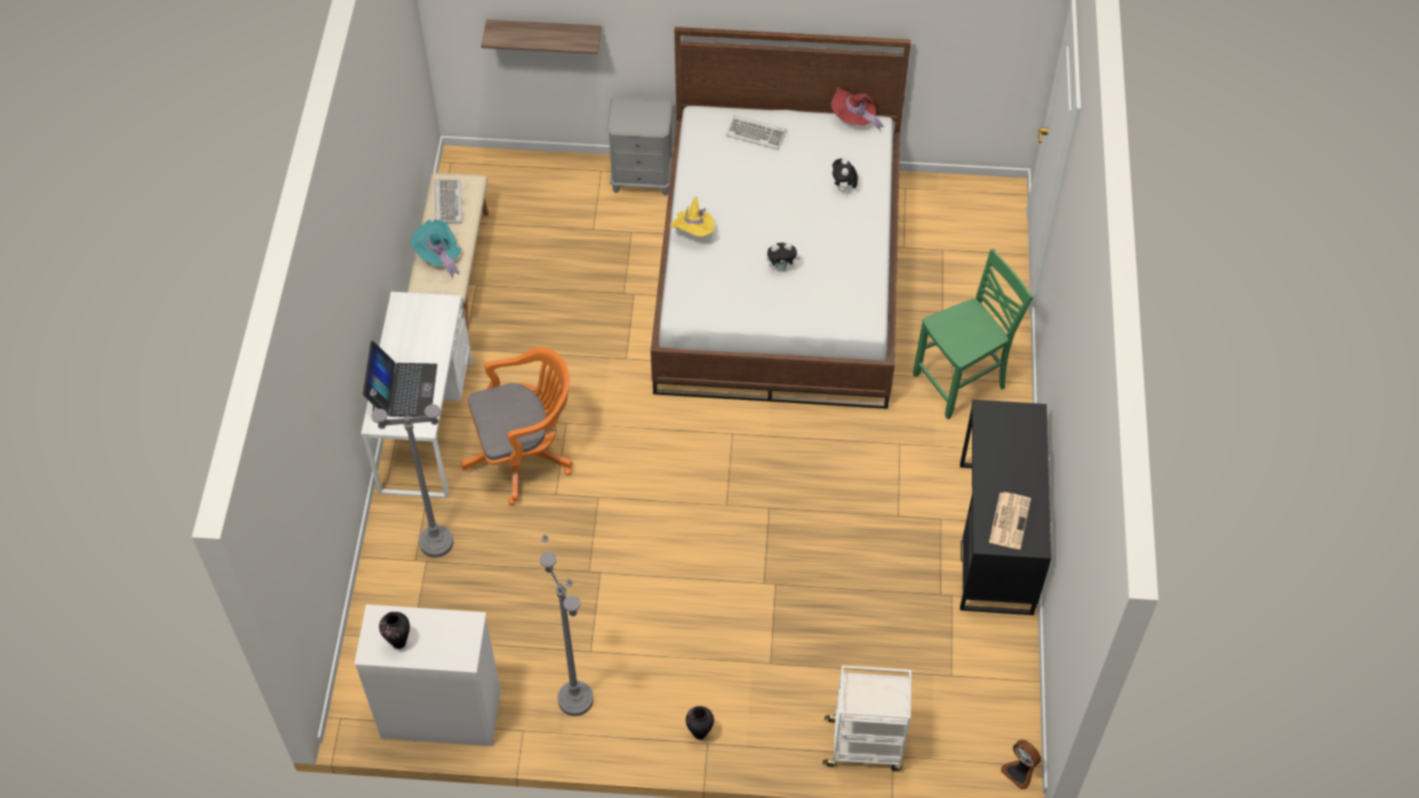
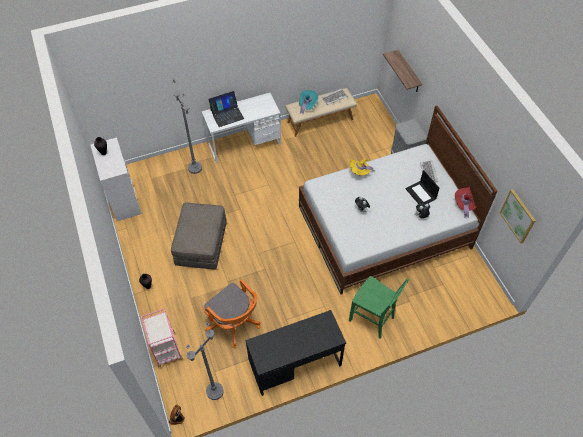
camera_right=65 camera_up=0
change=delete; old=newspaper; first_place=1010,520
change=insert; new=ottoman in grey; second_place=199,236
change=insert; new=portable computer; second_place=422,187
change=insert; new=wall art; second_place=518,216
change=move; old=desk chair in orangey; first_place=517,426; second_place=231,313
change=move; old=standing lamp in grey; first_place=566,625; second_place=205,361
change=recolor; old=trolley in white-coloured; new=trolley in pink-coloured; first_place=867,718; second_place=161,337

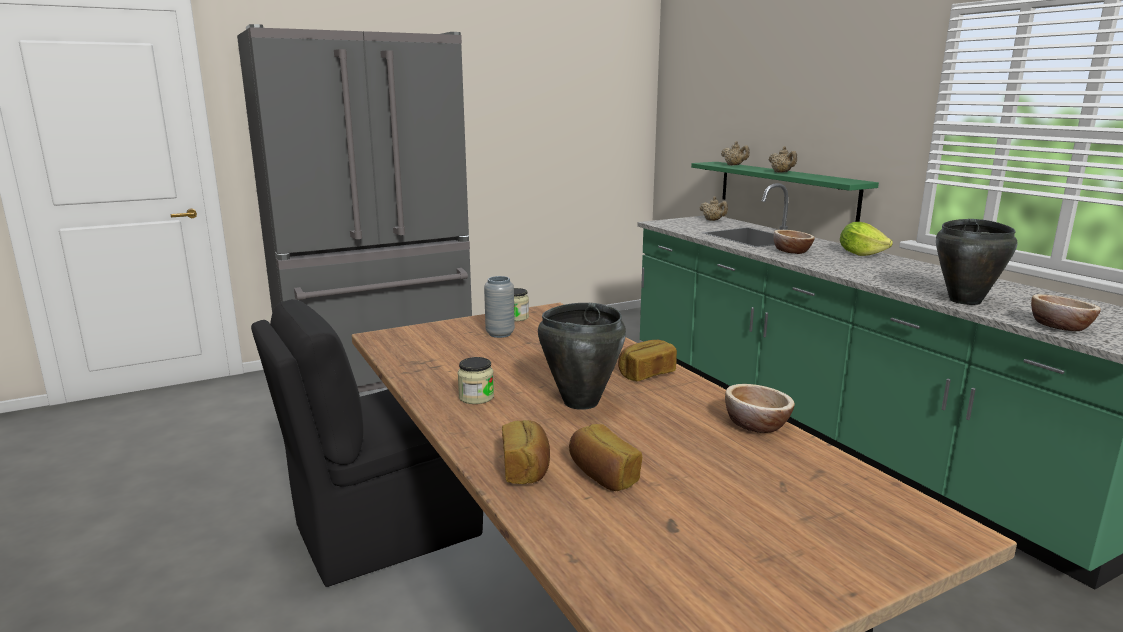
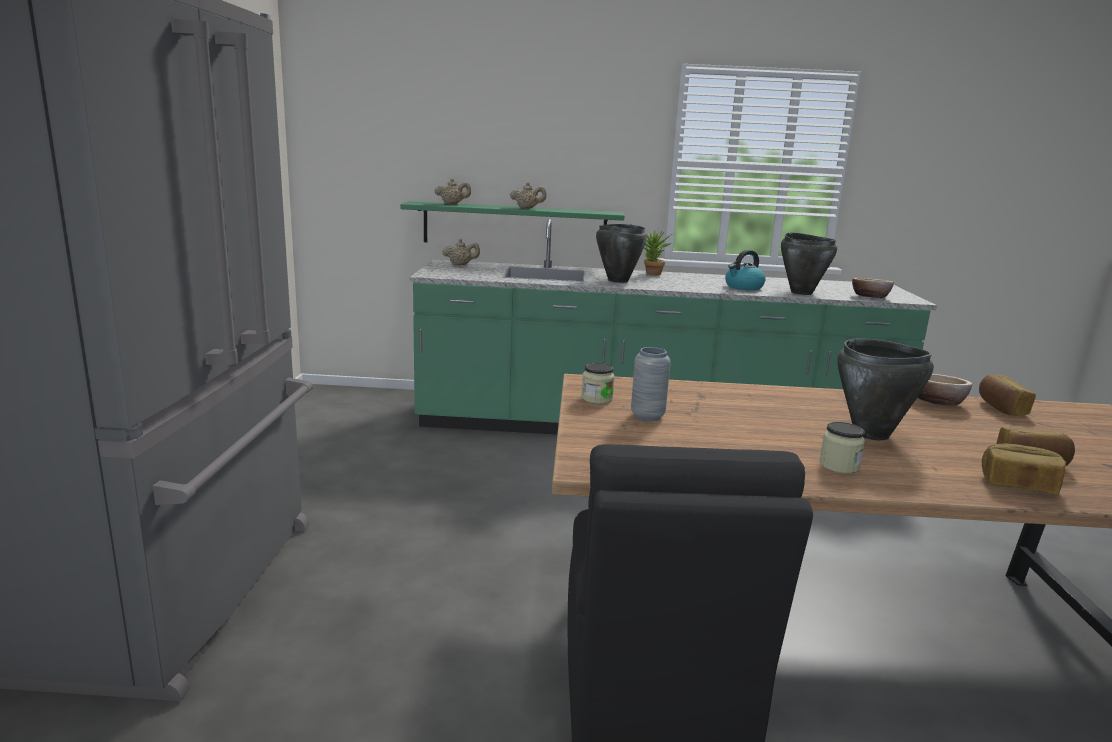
camera_right=-60 camera_up=0
change=insert; new=water kettle; second_place=745,270
change=move; old=bread; first_place=647,360; second_place=1007,395
change=replace; old=bowl; new=stockpot in blackish; first_place=794,242; second_place=621,253
change=replace; old=lettuce head; new=potted plant; first_place=866,239; second_place=658,252

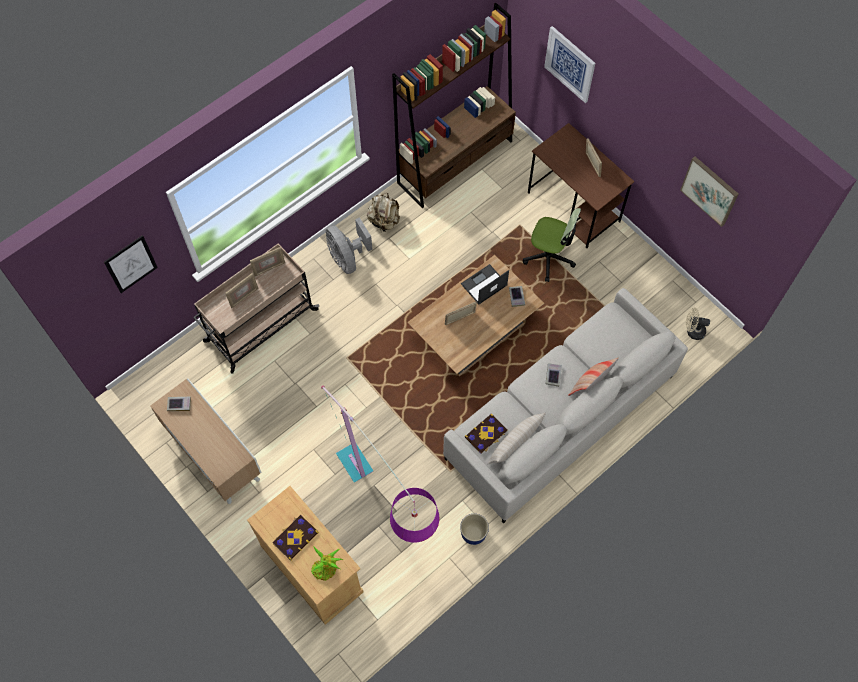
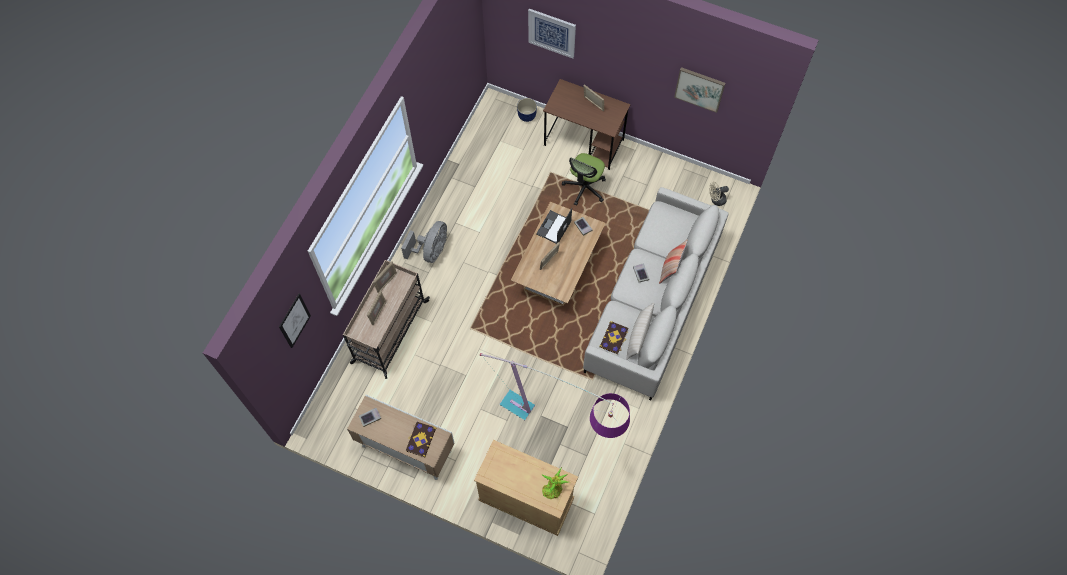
camera_right=-25 camera_up=0
change=delete; old=rucksack in beige-coloured; first_place=383,212
change=delete; old=bookcase in brown-coloured; first_place=454,105
change=move; old=bound book; first_place=296,538; second_place=421,439
change=move; old=plant pot; first_place=474,529; second_place=527,110
change=rotate; old=cooling fan in grey; first_place=349,245; second_place=424,242; degrees=-105
change=rotate; old=desk chair; first_place=552,245; second_place=584,179; degrees=120

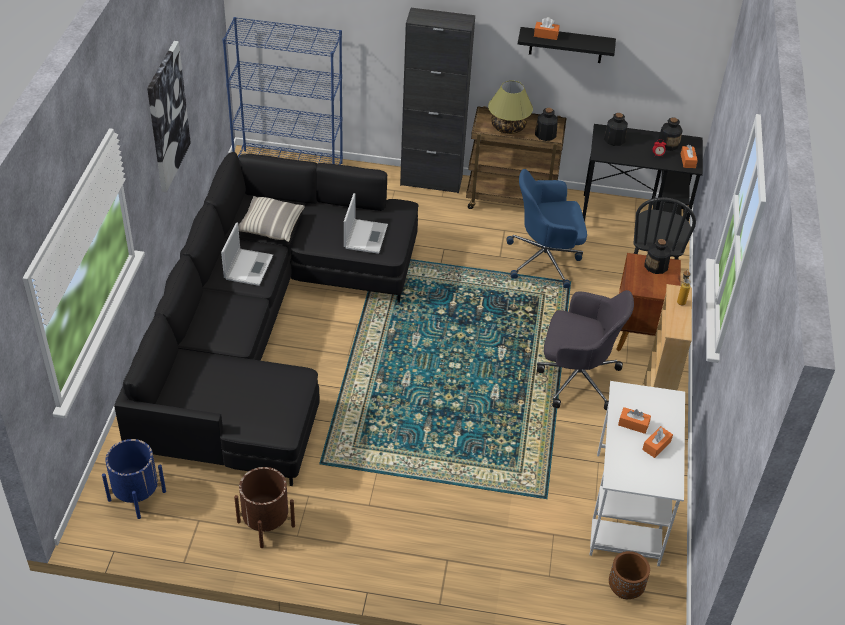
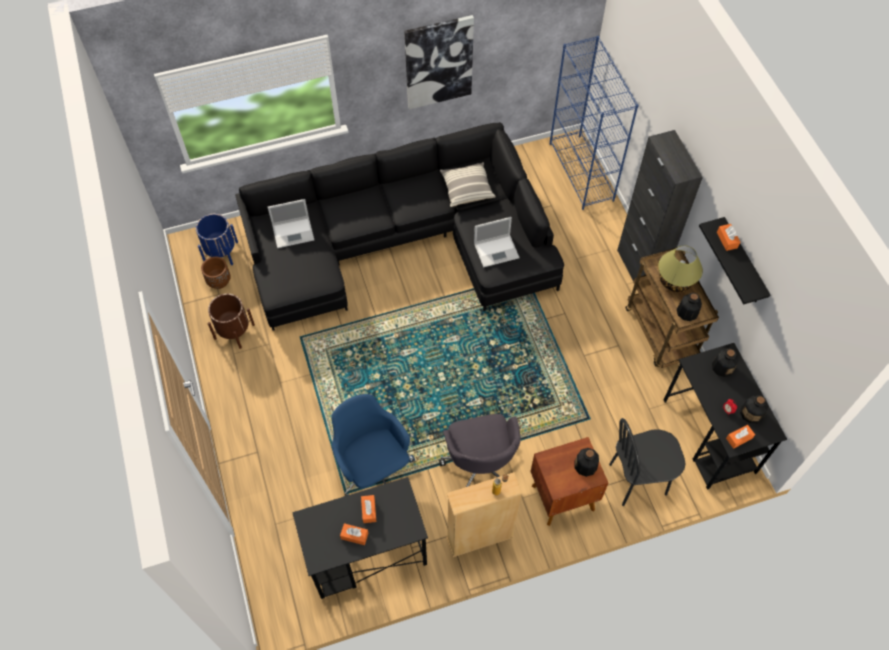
camera_right=65 camera_up=15
change=move; old=portable computer; first_place=247,254; second_place=291,223
change=move; old=desk chair in bluish; first_place=546,228; second_place=373,445
change=move; old=plant pot in brown-coloured; first_place=629,575; second_place=216,273
change=recolor; old=desk table in white-coloured; new=desk table in blackish; first_place=637,473; second_place=360,538

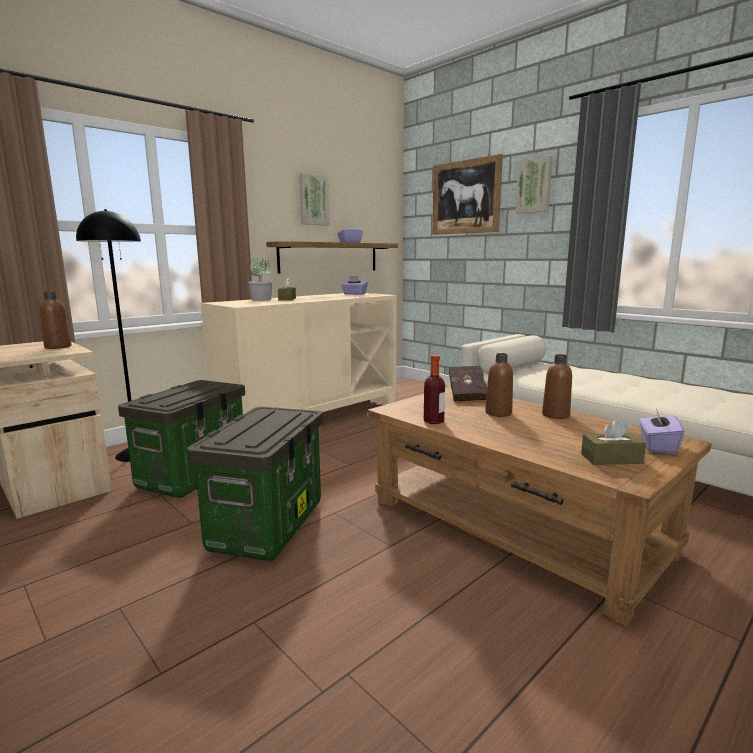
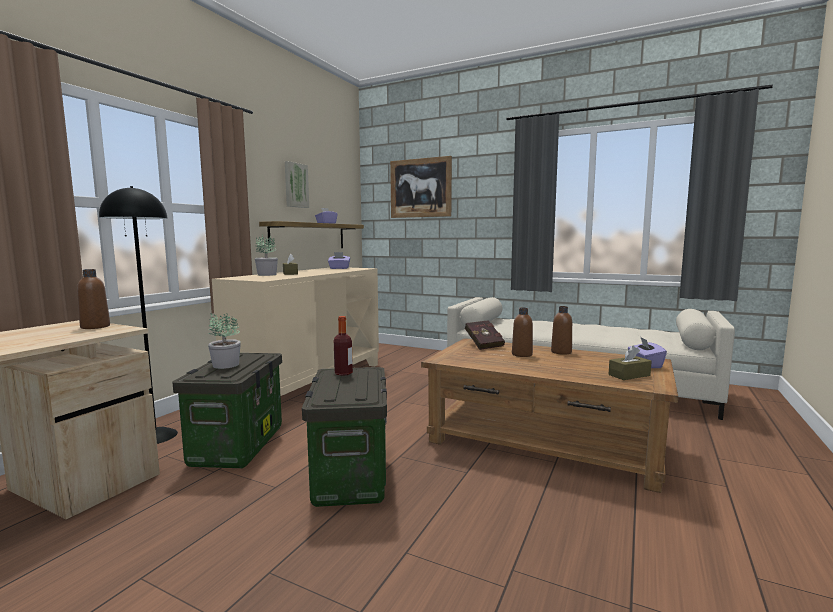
camera_right=-20 camera_up=-5
change=delete; old=wall art; first_place=534,185
change=insert; new=potted plant; second_place=224,341
change=move; old=bottle; first_place=434,389; second_place=343,346

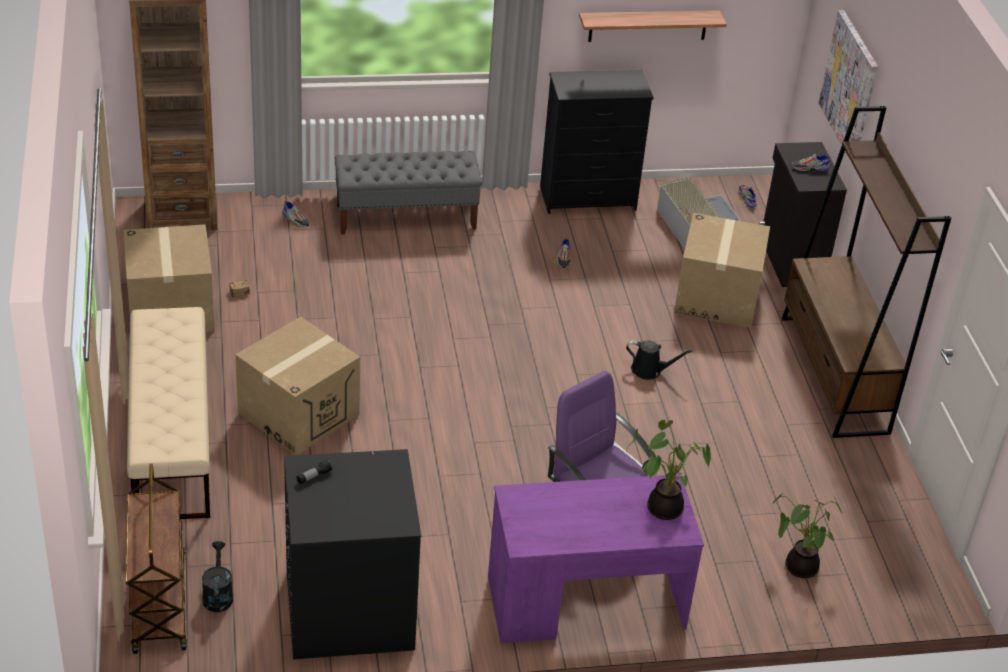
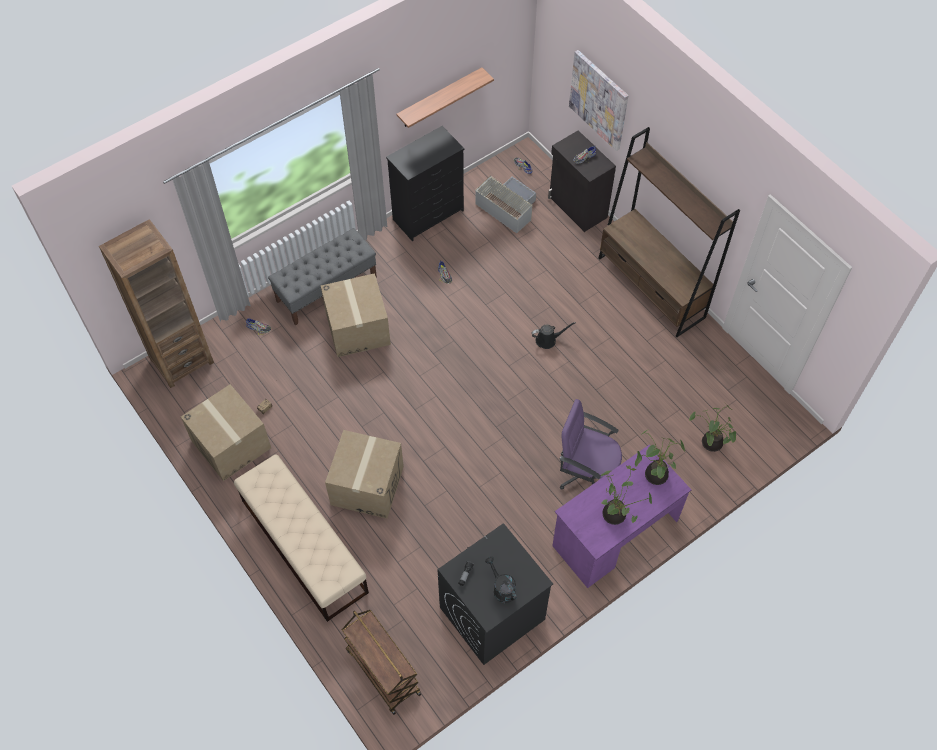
camera_right=-25 camera_up=20
change=insert; new=potted plant; second_place=626,495
change=move; old=watering pot in blackish; first_place=217,576; second_place=501,580
change=move; old=carton; first_place=722,270; second_place=356,315

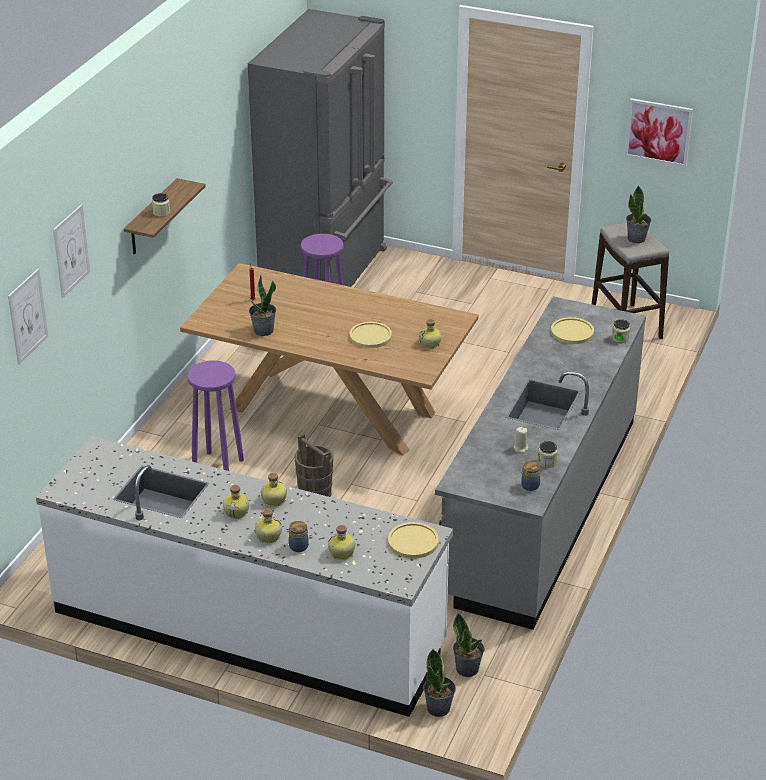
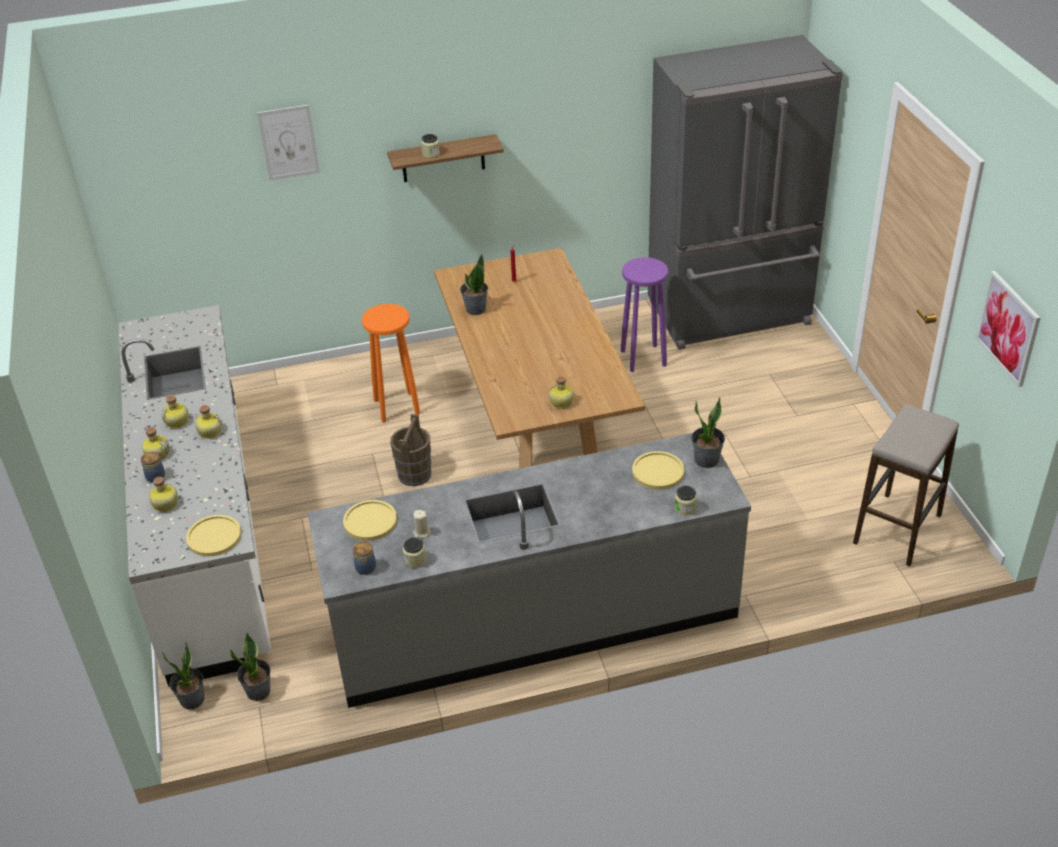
camera_right=55 camera_up=5
change=delete; old=wall art; first_place=28,317
change=move; old=plate in yellowish; first_place=371,335; second_place=370,520
change=move; old=potted plant; first_place=638,214; second_place=708,432
change=recolor; old=stool seat in purple-coloured; new=stool seat in orangey; first_place=215,415; second_place=391,363

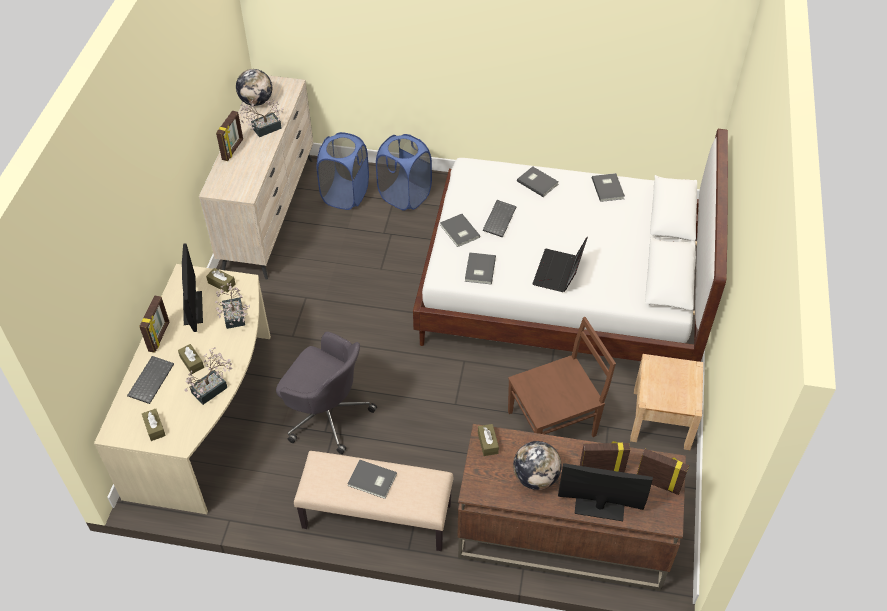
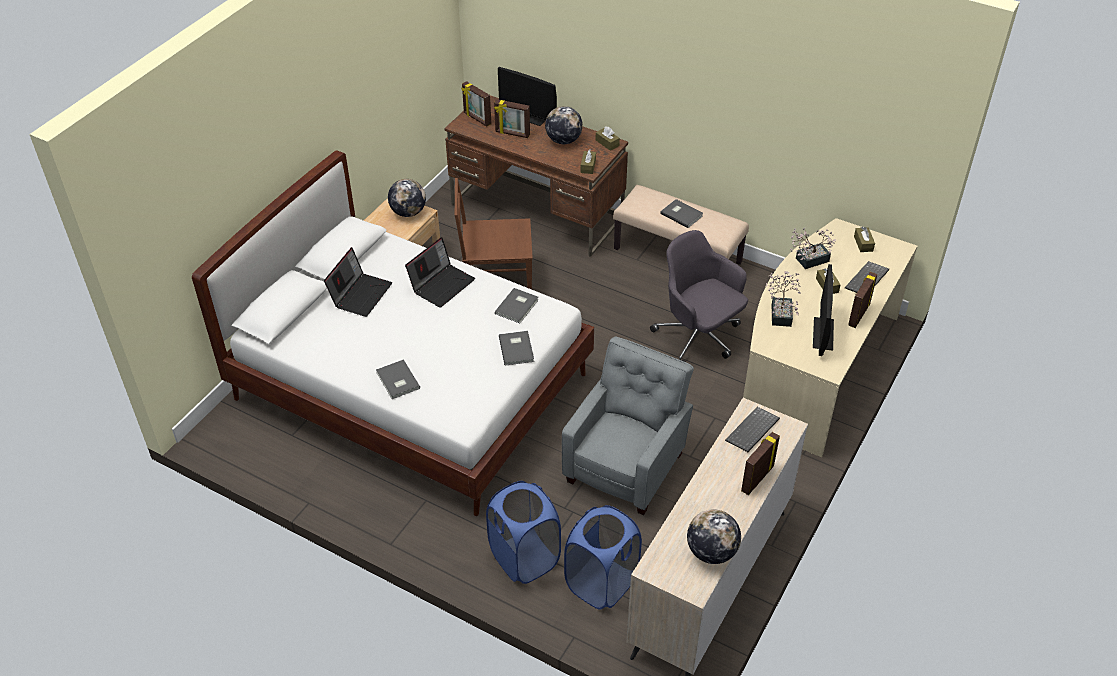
camera_right=-160 camera_up=-5
change=delete; old=potted plant; first_place=261,118
change=delete; old=bound book in grey; first_place=608,187
change=insert; new=portable computer; second_place=358,282
change=insert; new=world globe; second_place=407,198
change=insert; new=armchair in grey; second_place=628,425
change=move; old=tissue box in brown-coloured; first_place=220,280; second_place=608,138
change=move; old=PC keyboard; first_place=500,219; second_place=752,429

